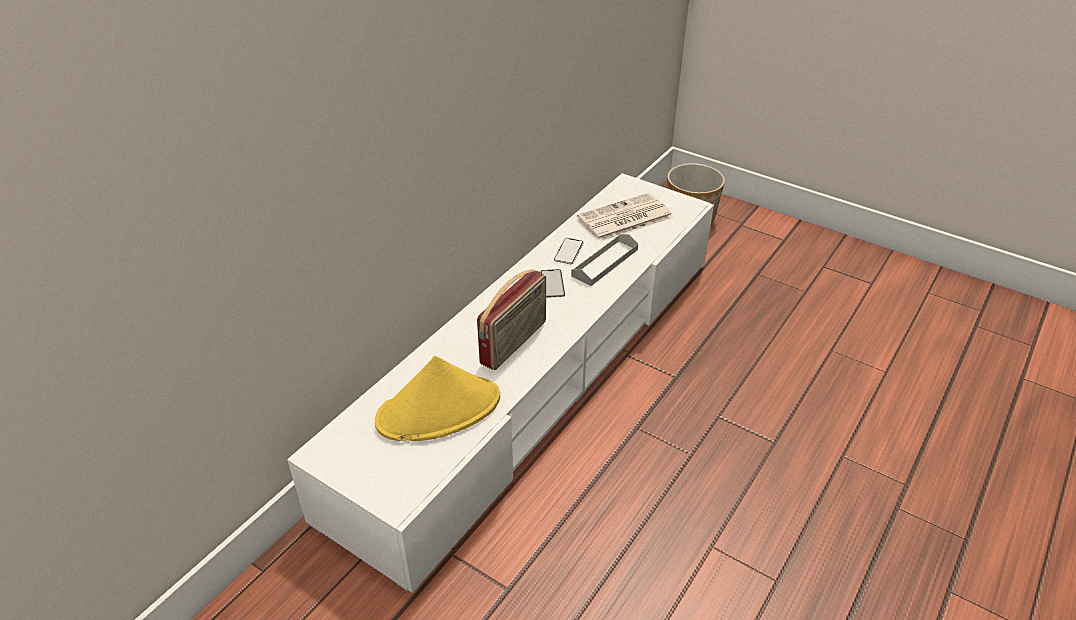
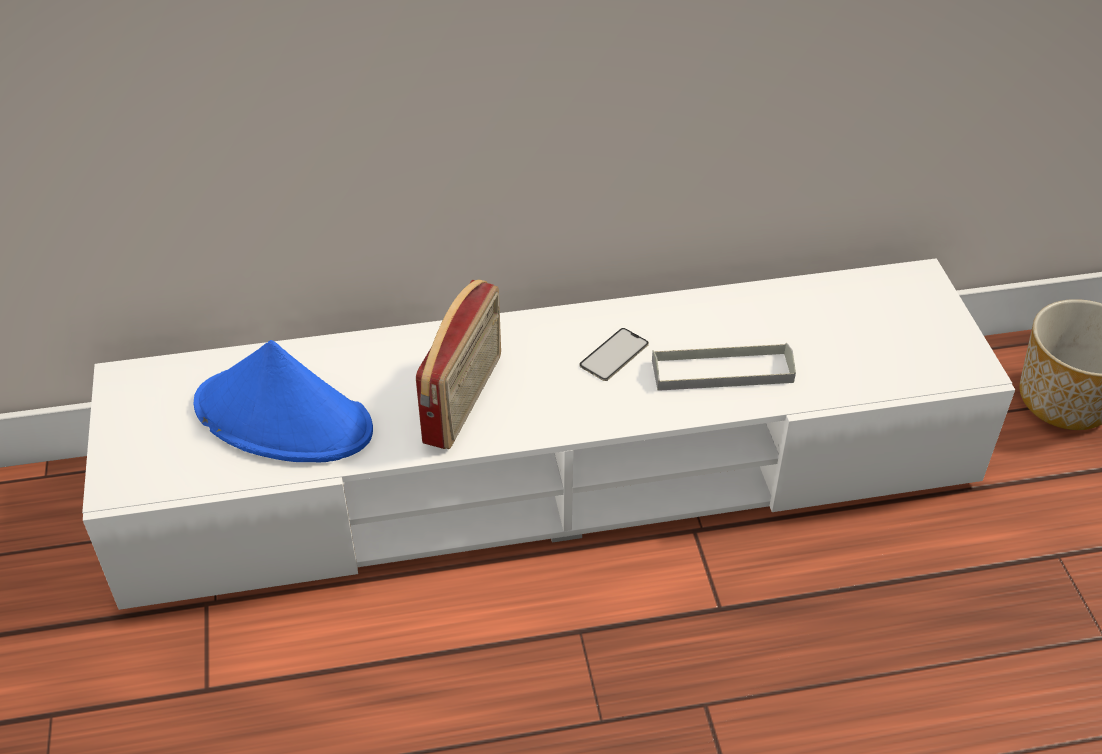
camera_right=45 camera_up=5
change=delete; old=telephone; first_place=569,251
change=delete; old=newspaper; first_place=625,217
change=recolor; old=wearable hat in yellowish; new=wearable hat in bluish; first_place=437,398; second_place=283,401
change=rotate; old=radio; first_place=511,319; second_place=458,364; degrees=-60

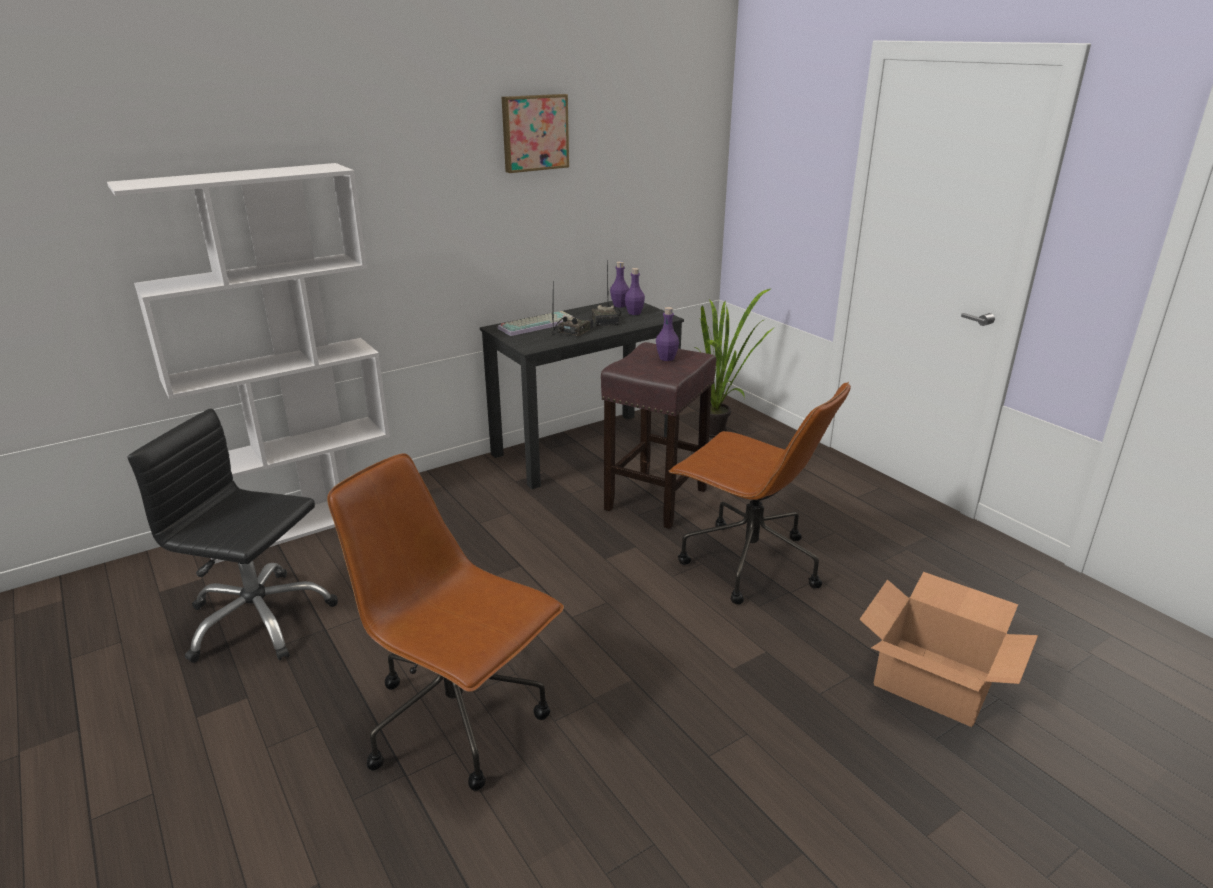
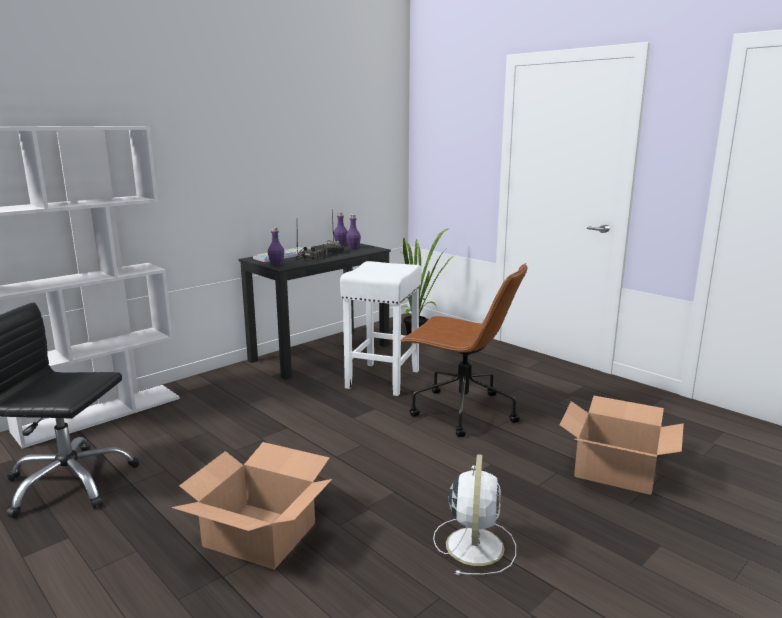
camera_right=-10 camera_up=-10
change=delete; old=wall art; first_place=535,133
change=insert; new=cooling fan in white-coloured; second_place=474,514
change=move; old=bottle in purple-coloured; first_place=667,334; second_place=276,246
change=replace; old=desk chair in brown-coloured; new=carton; first_place=445,622; second_place=251,506
change=recolor; old=stool seat in brown-coloured; new=stool seat in white-coloured; first_place=658,435; second_place=381,328

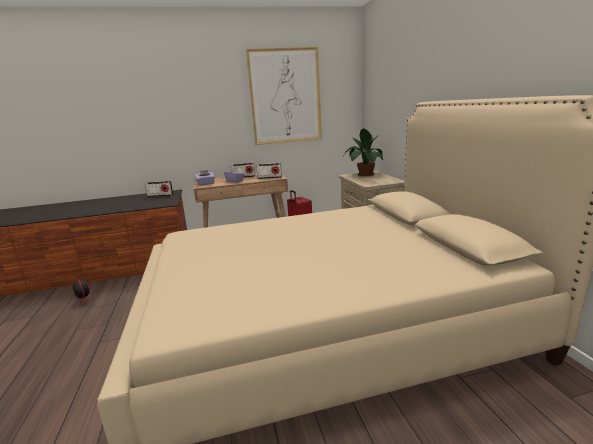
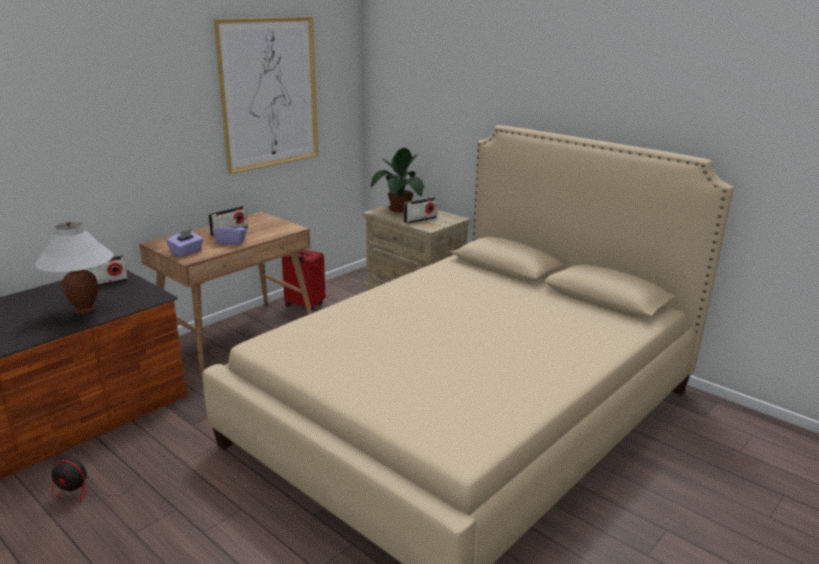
camera_right=-35 camera_up=5
change=insert; new=lamp for a table in white-coloured; second_place=74,268
change=move; old=radio; first_place=269,171; second_place=420,210

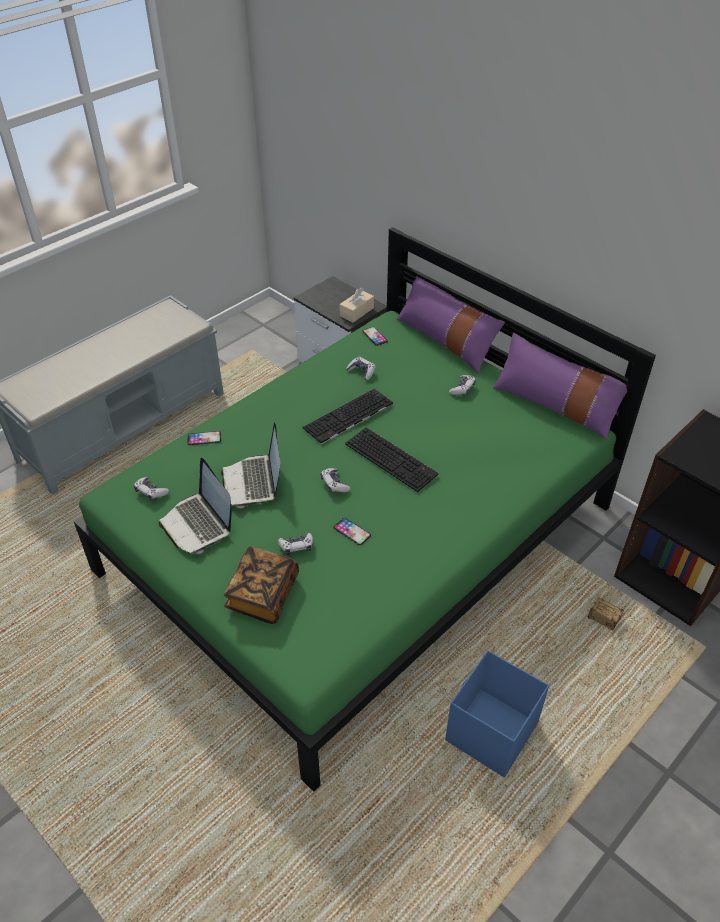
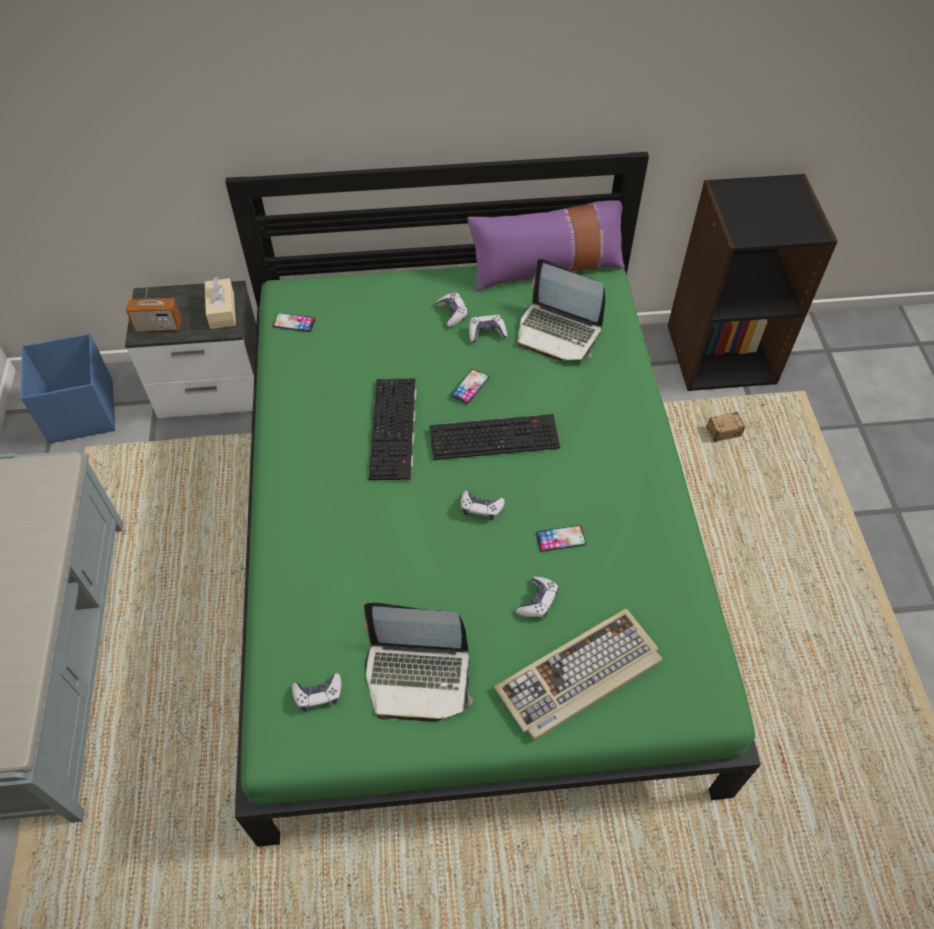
camera_right=-50 camera_up=10
change=delete; old=cushion in purple-coloured; first_place=451,322
change=insert; new=radio; second_place=154,301
change=move; old=telephone; first_place=204,438; second_place=470,386
change=move; old=portable computer; first_place=250,465; second_place=561,310
change=move; old=joypad; first_place=361,368; second_place=488,328
change=move; old=storage container in bluish; first_place=497,713; second_place=68,388
change=replace; old=bound book; new=PC keyboard; first_place=261,585; second_place=578,674

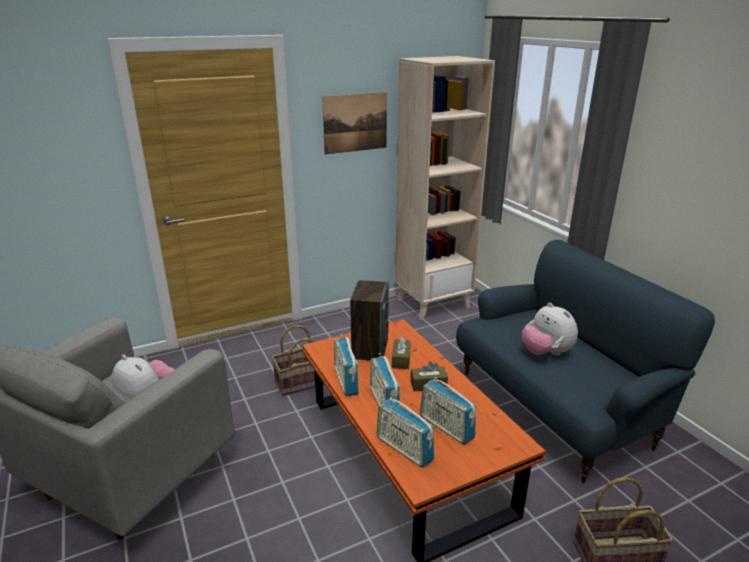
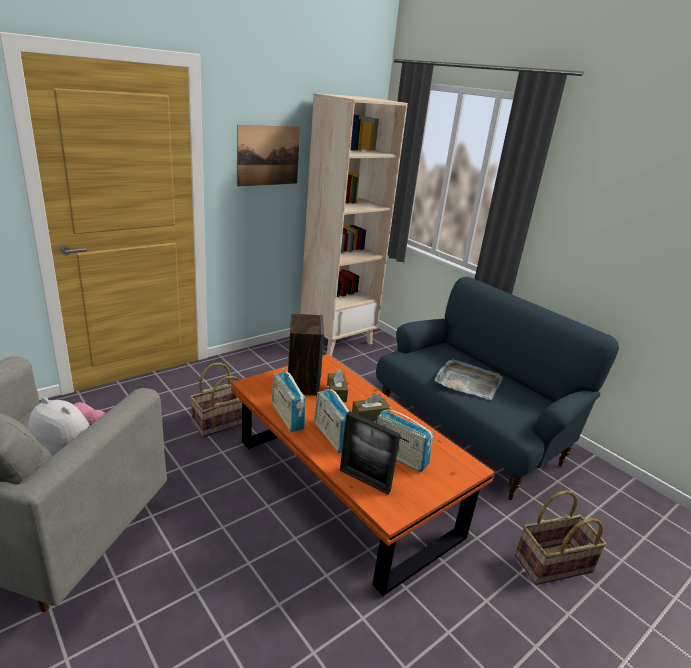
camera_right=-15 camera_up=0
change=replace; old=radio; new=standing frame; first_place=405,432; second_place=370,453
change=replace; old=soft toy; new=serving tray in grey; first_place=550,329; second_place=468,379

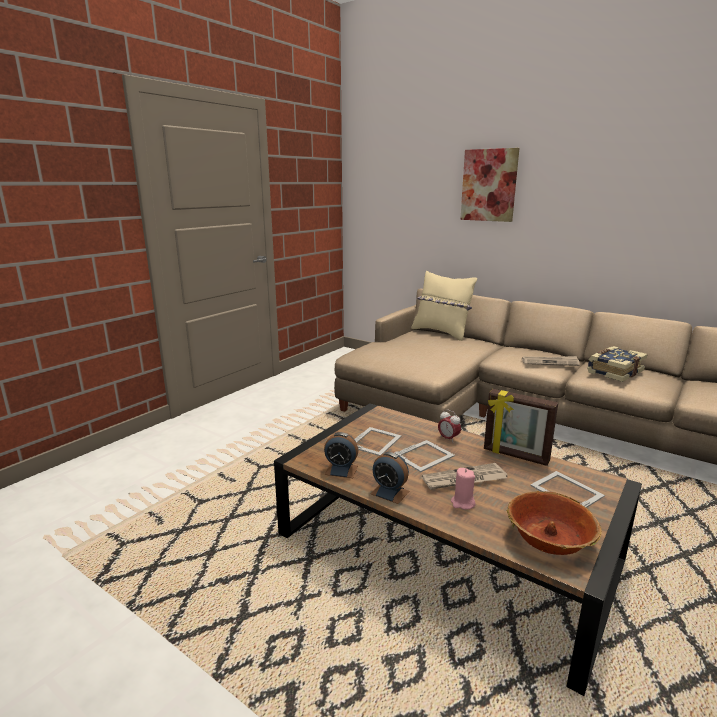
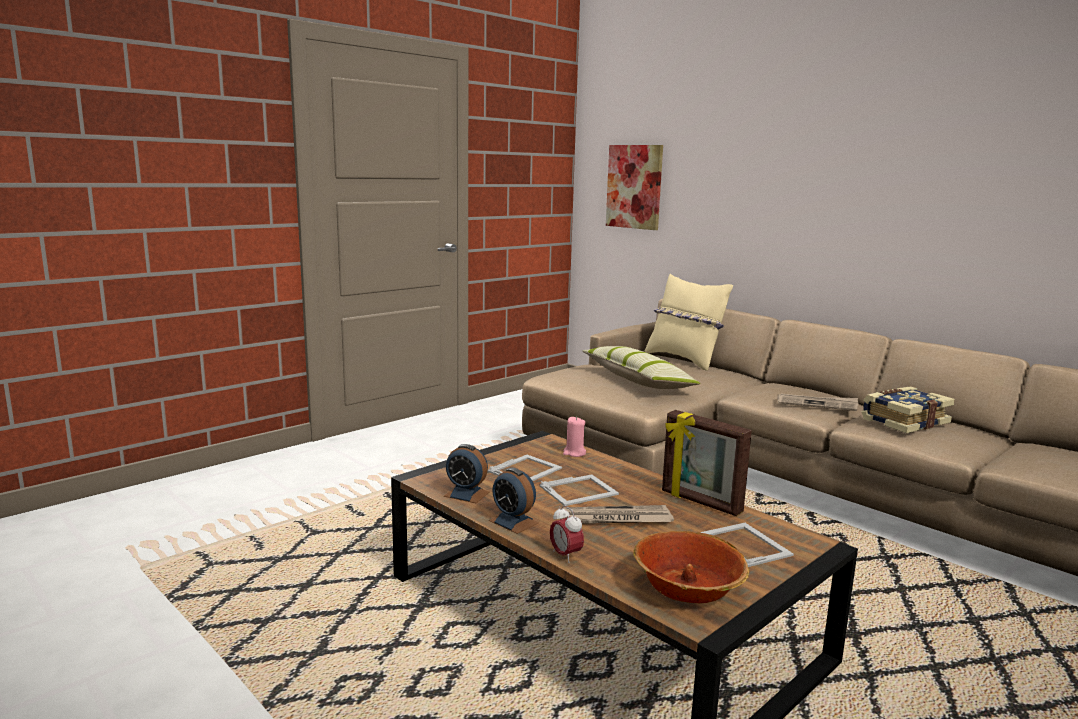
camera_right=10 camera_up=-5
change=insert; new=cushion; second_place=642,367
change=move; old=table clock; first_place=449,426; second_place=567,534
change=move; old=candle in pink-coloured; first_place=463,489; second_place=574,437
change=move; old=wall art; first_place=489,185; second_place=634,187

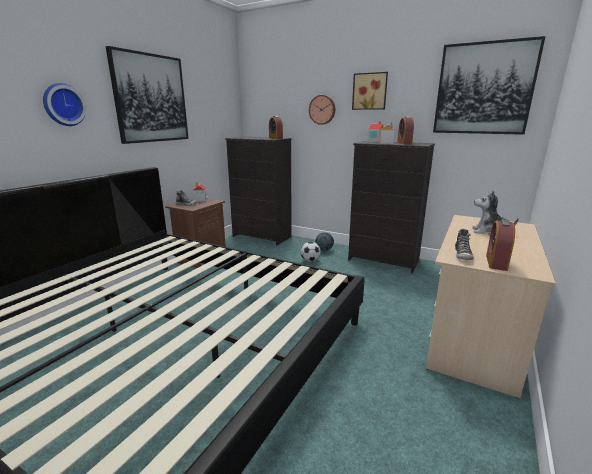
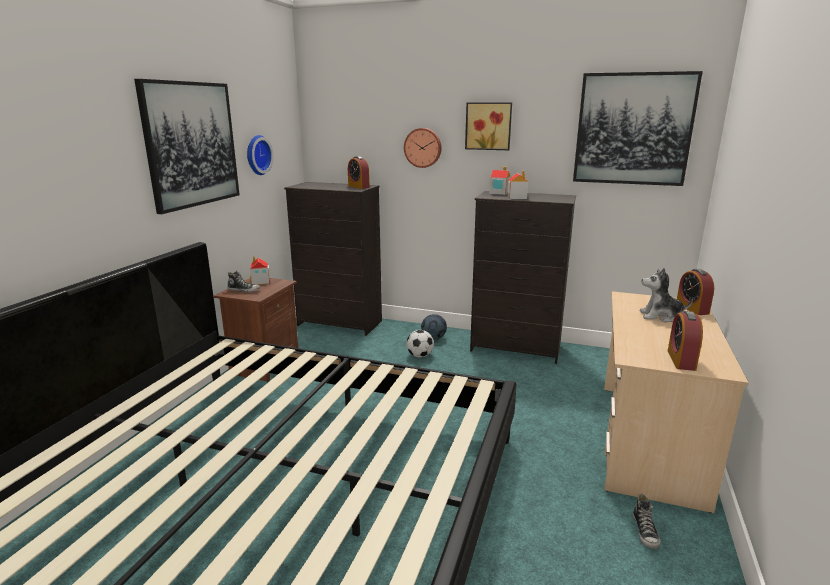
camera_right=-10 camera_up=0
change=move; old=hanging clock; first_place=64,104; second_place=260,155
change=move; old=table clock; first_place=405,130; second_place=695,292
change=move; old=item of footwear; first_place=464,244; second_place=647,521

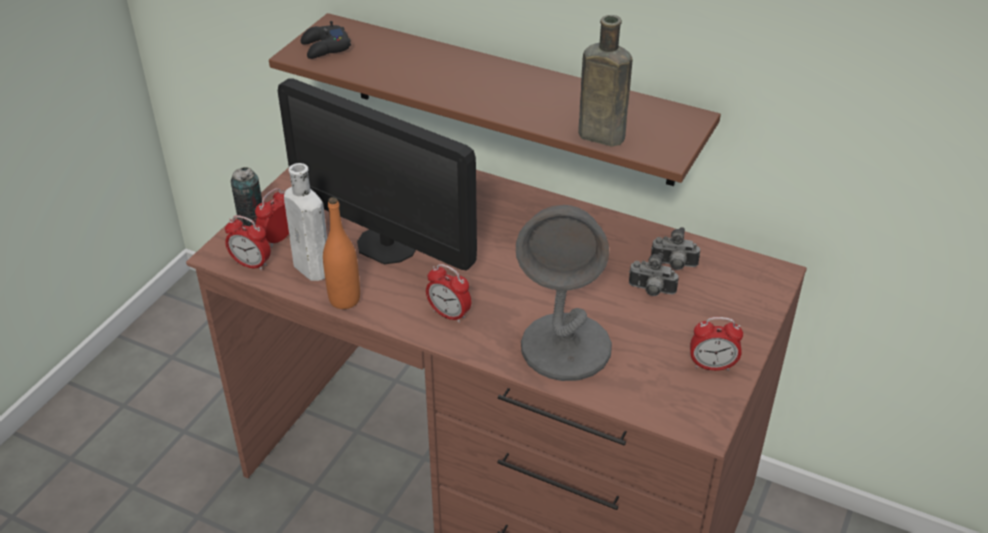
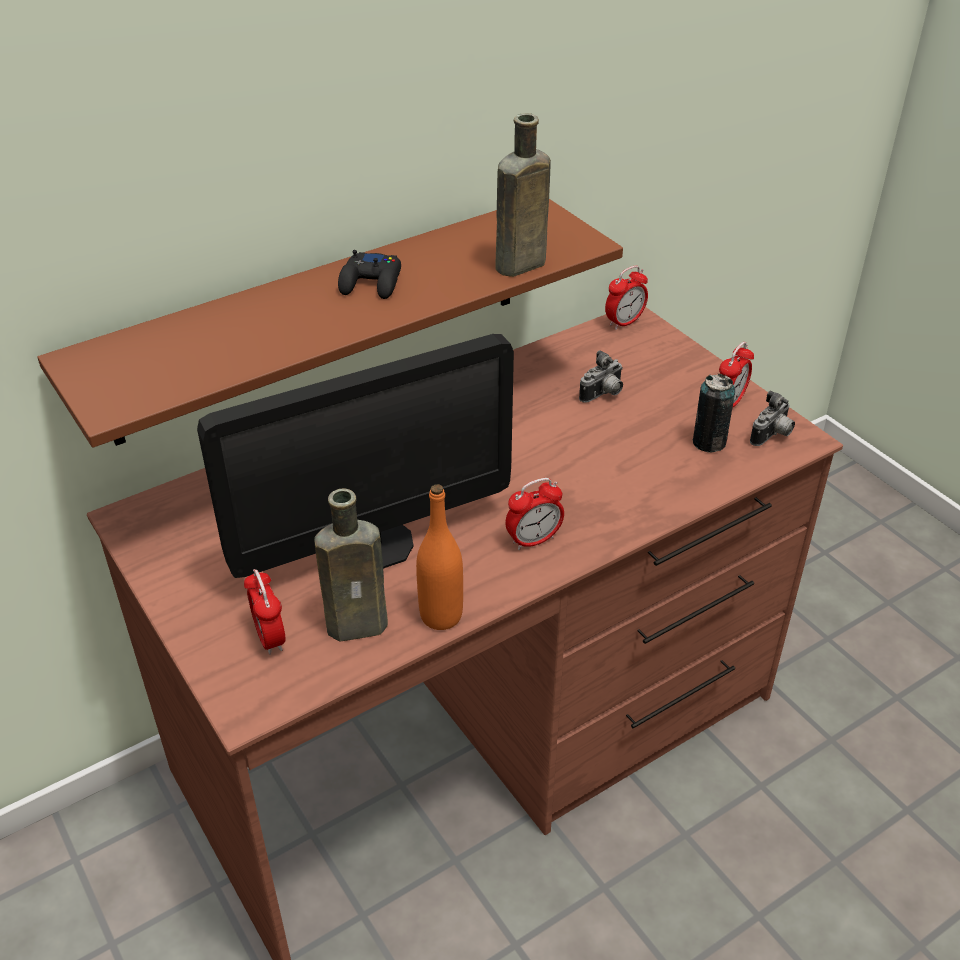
camera_right=-60 camera_up=0
change=delete; old=lamp for a table in grey; first_place=564,293
change=move; old=table clock; first_place=248,243; second_place=626,298
change=move; old=sealed can; first_place=246,196; second_place=714,413
change=move; old=joypad in blackish; first_place=326,40; second_place=369,274
change=move; old=photo camera; first_place=675,248; second_place=772,418
change=recolor; old=bottle in white-coloured; new=bottle in brown-coloured; first_place=305,222; second_place=351,564

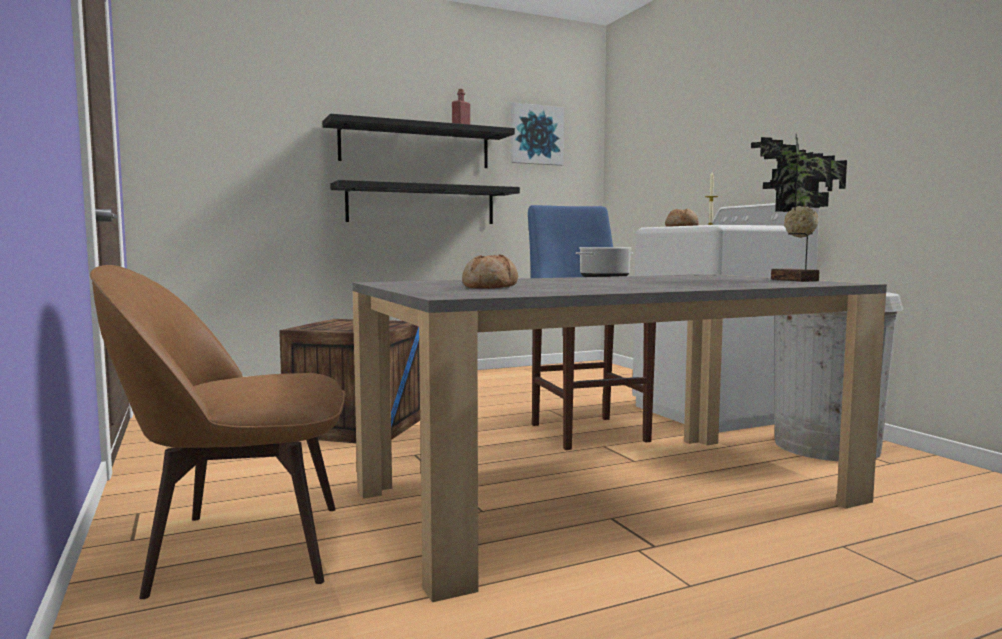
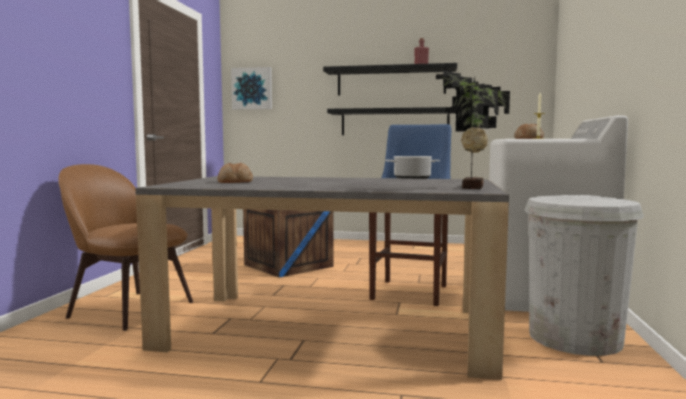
camera_right=35 camera_up=0
change=move; old=wall art; first_place=537,134; second_place=251,88

